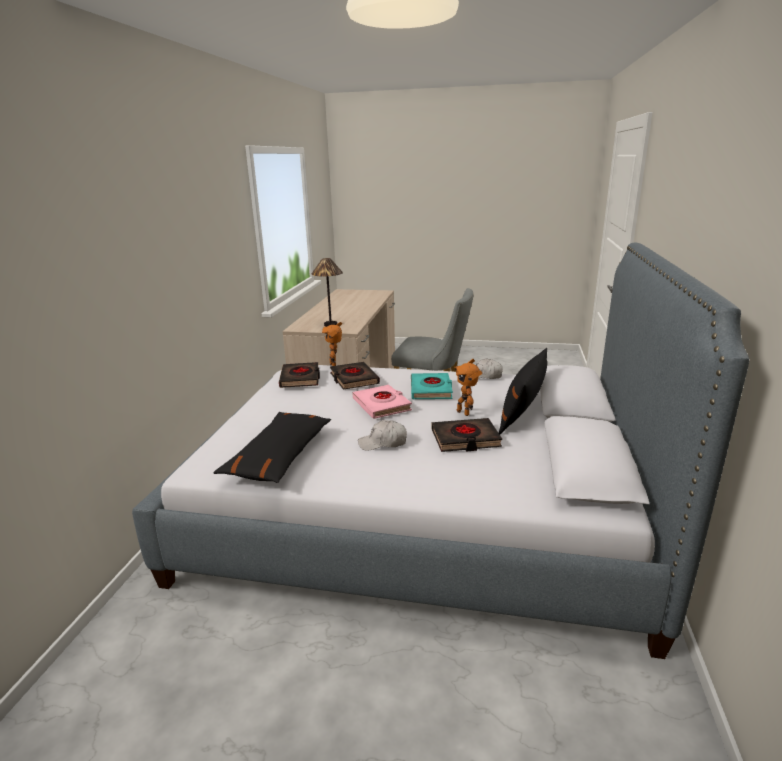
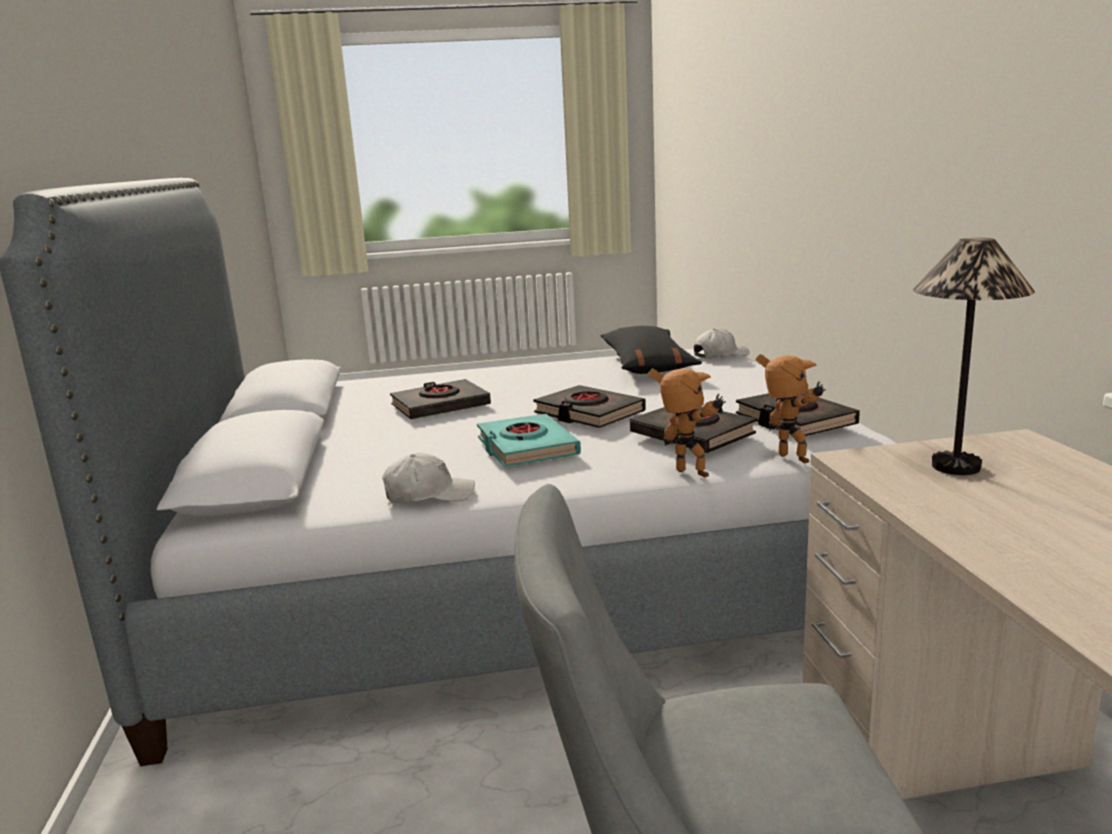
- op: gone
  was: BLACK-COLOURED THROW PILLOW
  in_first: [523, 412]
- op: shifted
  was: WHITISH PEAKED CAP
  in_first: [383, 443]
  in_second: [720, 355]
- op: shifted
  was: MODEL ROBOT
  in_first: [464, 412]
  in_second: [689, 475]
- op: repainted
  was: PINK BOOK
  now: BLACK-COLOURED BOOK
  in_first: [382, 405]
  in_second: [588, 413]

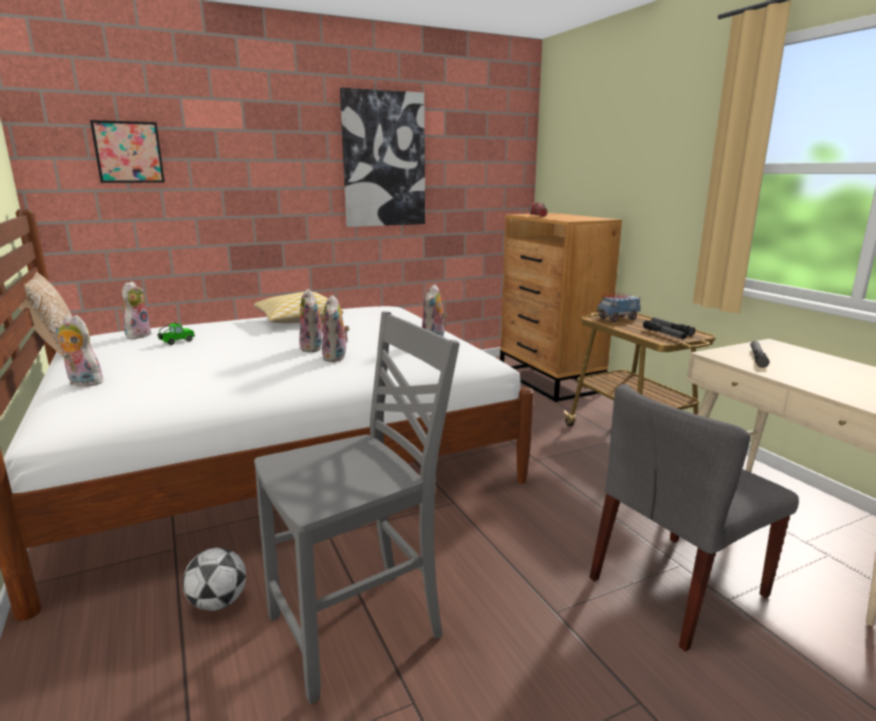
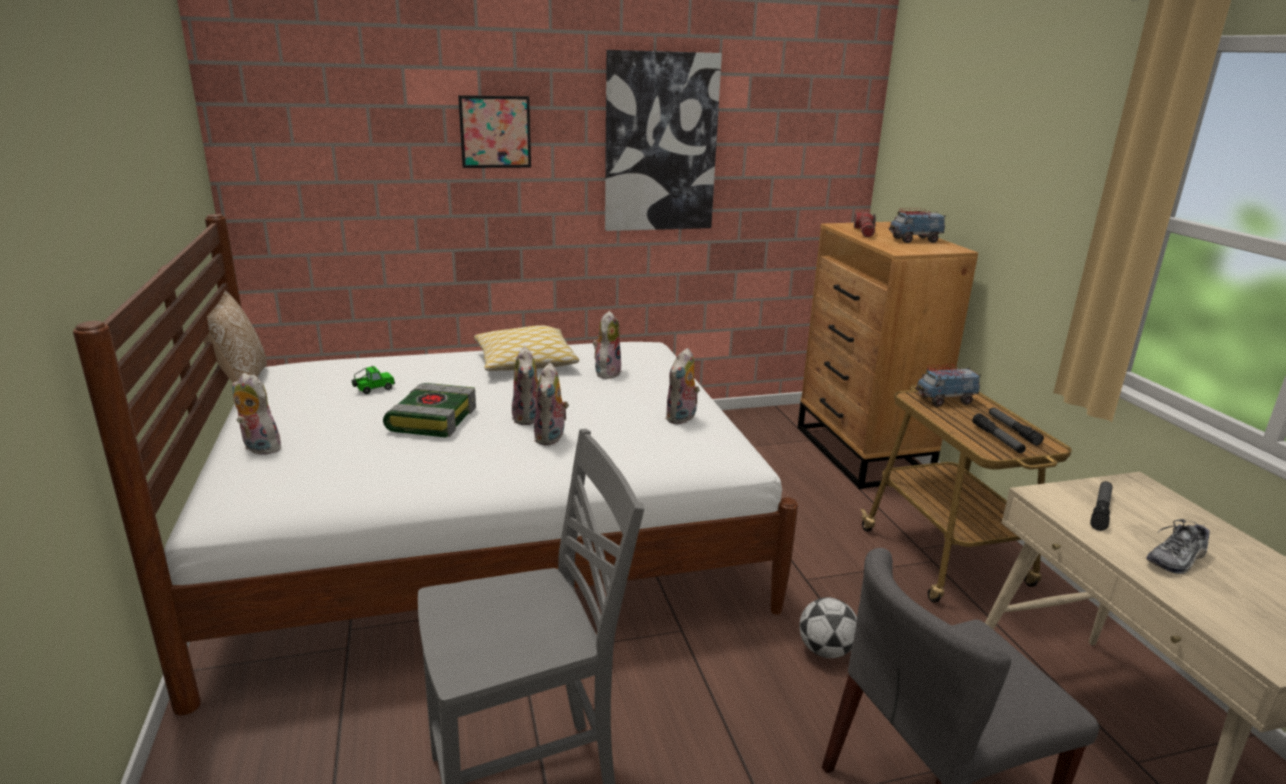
- op: new
  now: BOOK
  in_second: [432, 419]
- op: new
  now: TOY LORRY
  in_second: [914, 240]
- op: new
  now: ITEM OF FOOTWEAR
  in_second: [1176, 560]
- op: shifted
  was: WALL ART
  in_first: [128, 152]
  in_second: [495, 132]
- op: shifted
  was: PLUSH TOY
  in_first: [137, 335]
  in_second: [606, 372]
- op: shifted
  was: BALL FOR FOOTBALL
  in_first: [218, 603]
  in_second: [825, 650]

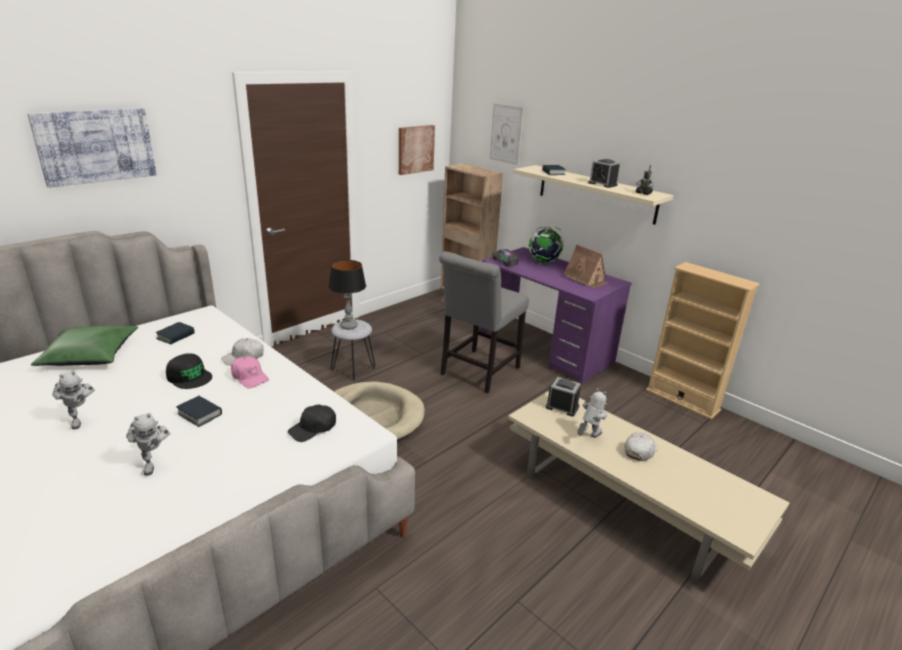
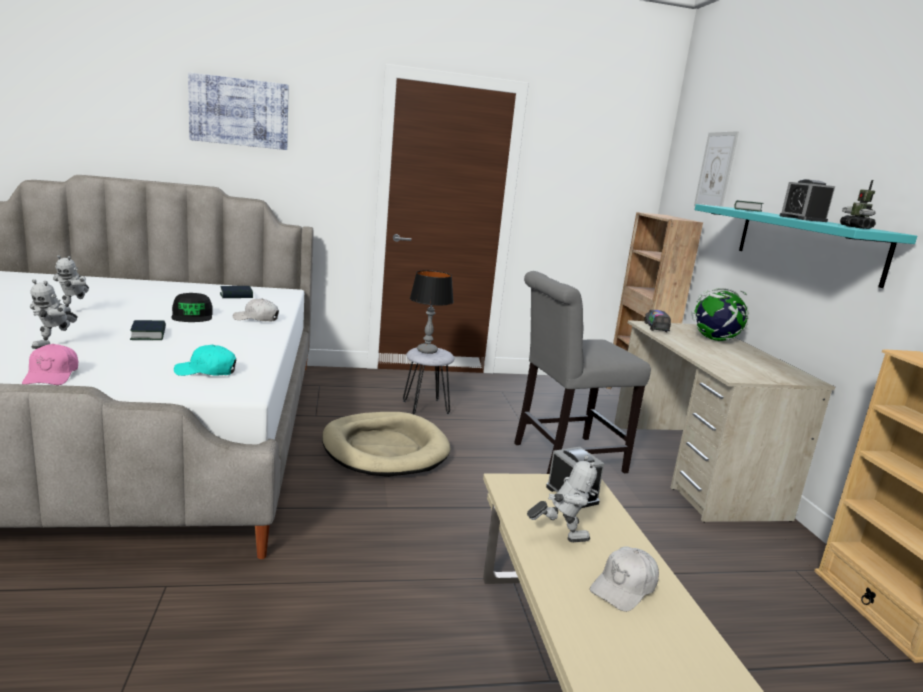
- op: gone
  was: GREENISH THROW PILLOW
  in_first: [89, 355]
- op: gone
  was: WALL ART
  in_first: [415, 149]
- op: gone
  was: MODEL HOUSE
  in_first: [586, 279]
- op: shifted
  was: PINK PEAKED CAP
  in_first: [250, 377]
  in_second: [52, 376]
- op: repainted
  was: BLACK-COLOURED PEAKED CAP
  now: BLUE-GREEN PEAKED CAP
  in_first: [313, 429]
  in_second: [206, 371]
- op: repainted
  was: PURPLE DESK UNIT
  now: BEIGE-COLOURED DESK UNIT
  in_first: [544, 349]
  in_second: [691, 469]
- op: repainted
  was: BEIGE-COLOURED SHELF
  now: BLUE-GREEN SHELF
  in_first: [596, 194]
  in_second: [806, 243]
- op: rotated
  was: WHITISH PEAKED CAP
  in_first: [640, 450]
  in_second: [624, 587]
  clockwise: 150

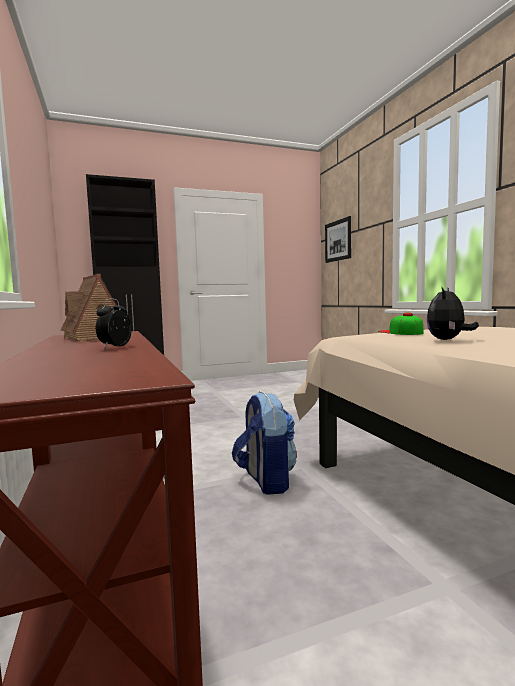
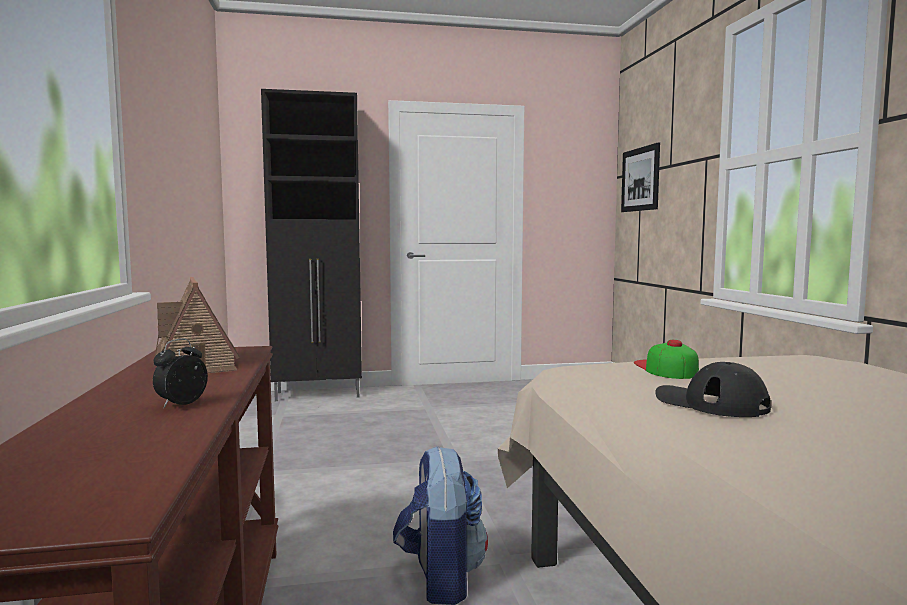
- op: swapped
  was: PLUSH TOY
  now: BLACK-COLOURED PEAKED CAP
  in_first: [447, 340]
  in_second: [710, 403]

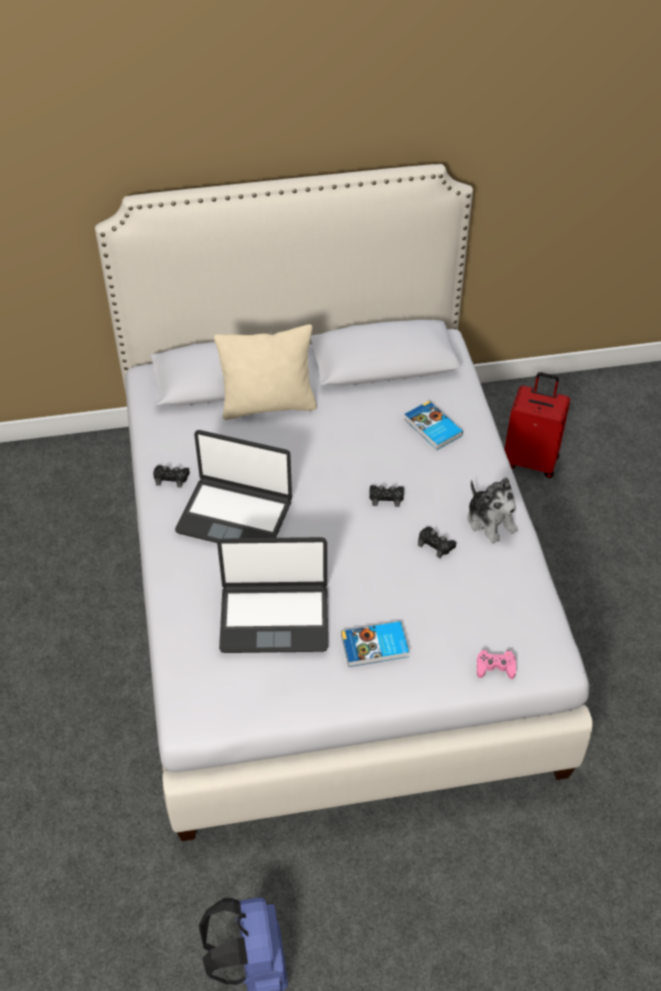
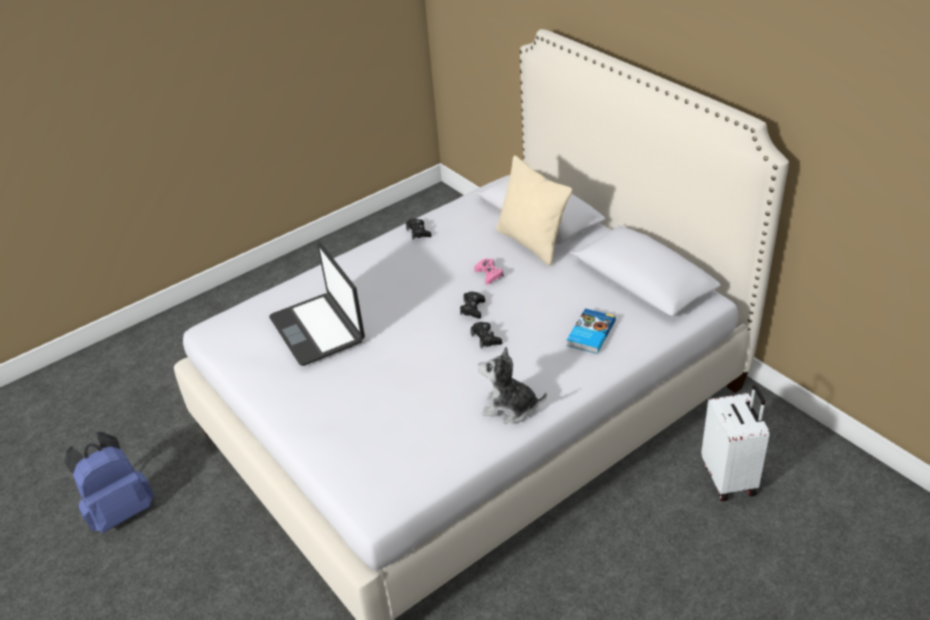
- op: gone
  was: NOTEBOOK COMPUTER
  in_first: [235, 516]
- op: gone
  was: BOOK
  in_first: [375, 647]
- op: shifted
  was: BLACK-COLOURED JOYPAD
  in_first: [436, 545]
  in_second: [472, 308]
- op: shifted
  was: PINK JOYPAD
  in_first: [495, 667]
  in_second: [489, 274]
- op: repainted
  was: RED-COLOURED TRAVEL CASE
  now: WHITISH TRAVEL CASE
  in_first: [531, 460]
  in_second: [730, 478]
- op: rotated
  was: PLUSH TOY
  in_first: [490, 521]
  in_second: [510, 408]
  clockwise: 75

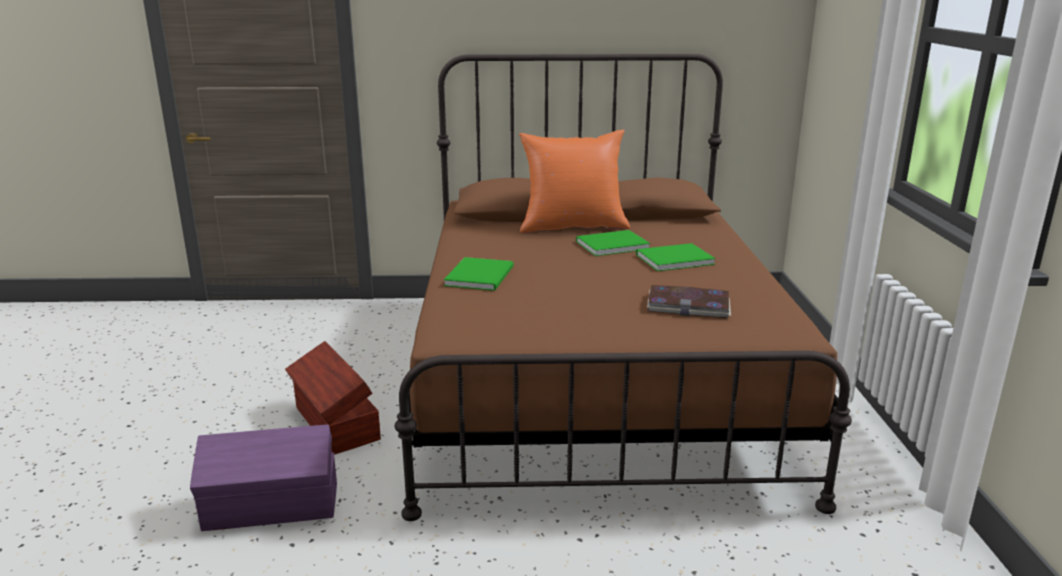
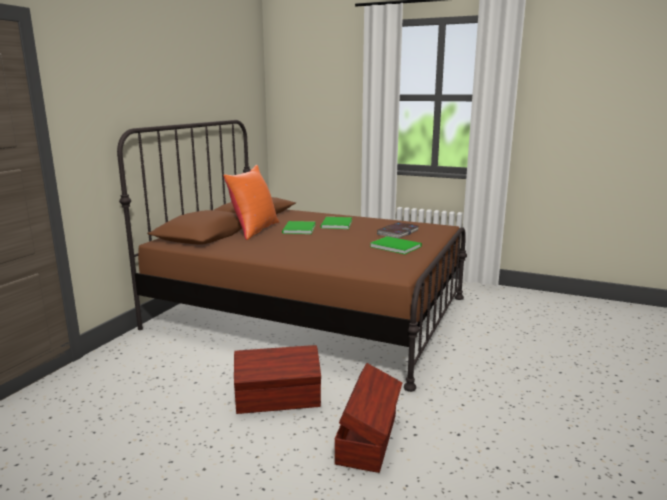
- op: shifted
  was: GREENISH BOOK
  in_first: [482, 275]
  in_second: [395, 246]
- op: repainted
  was: PURPLE STORAGE BIN
  now: BROWN STORAGE BIN
  in_first: [273, 507]
  in_second: [369, 438]

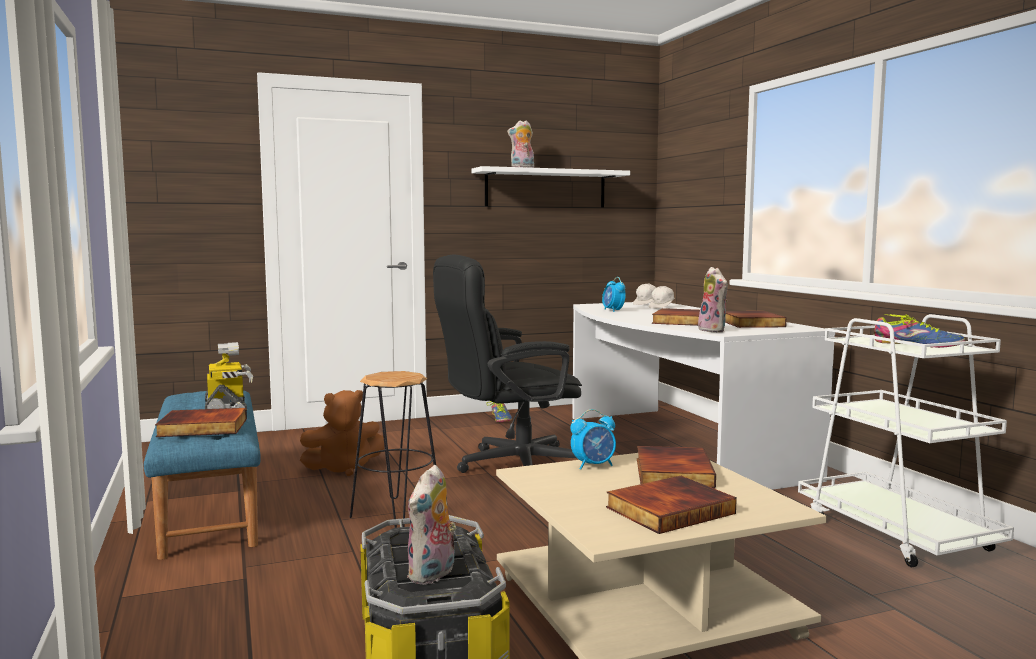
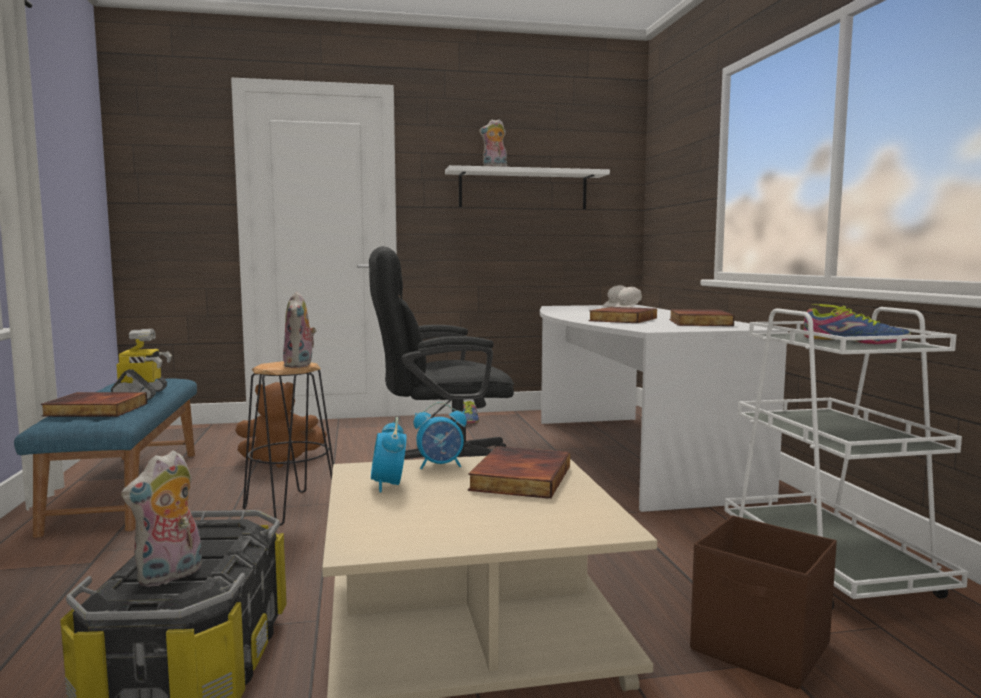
- op: gone
  was: BOOK
  in_first: [669, 509]
- op: new
  now: BROWN STORAGE BIN
  in_second: [761, 648]
- op: shifted
  was: ALARM CLOCK
  in_first: [613, 310]
  in_second: [389, 485]
- op: shifted
  was: PLUSH TOY
  in_first: [714, 330]
  in_second: [300, 365]

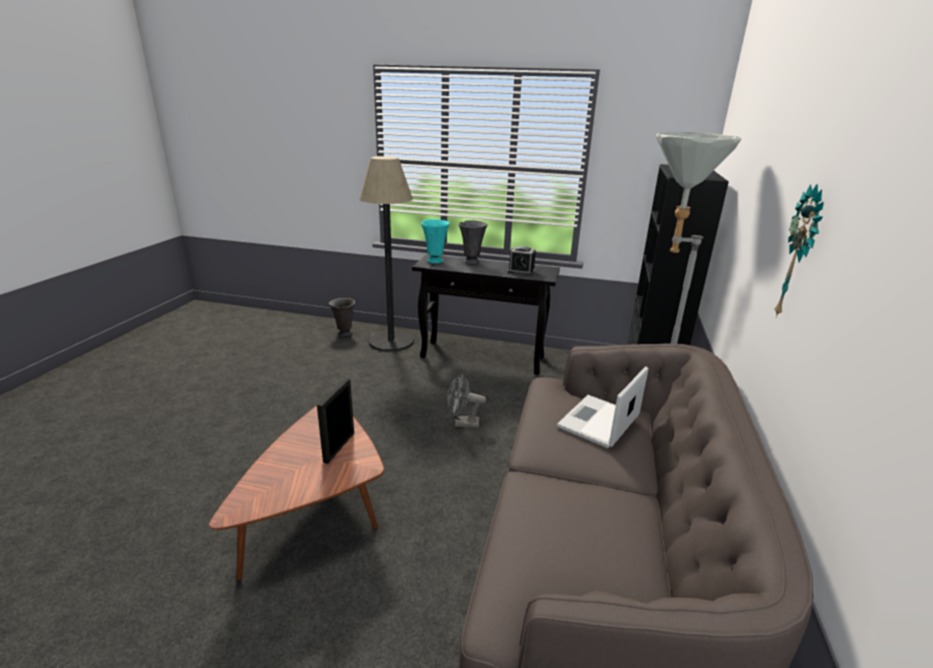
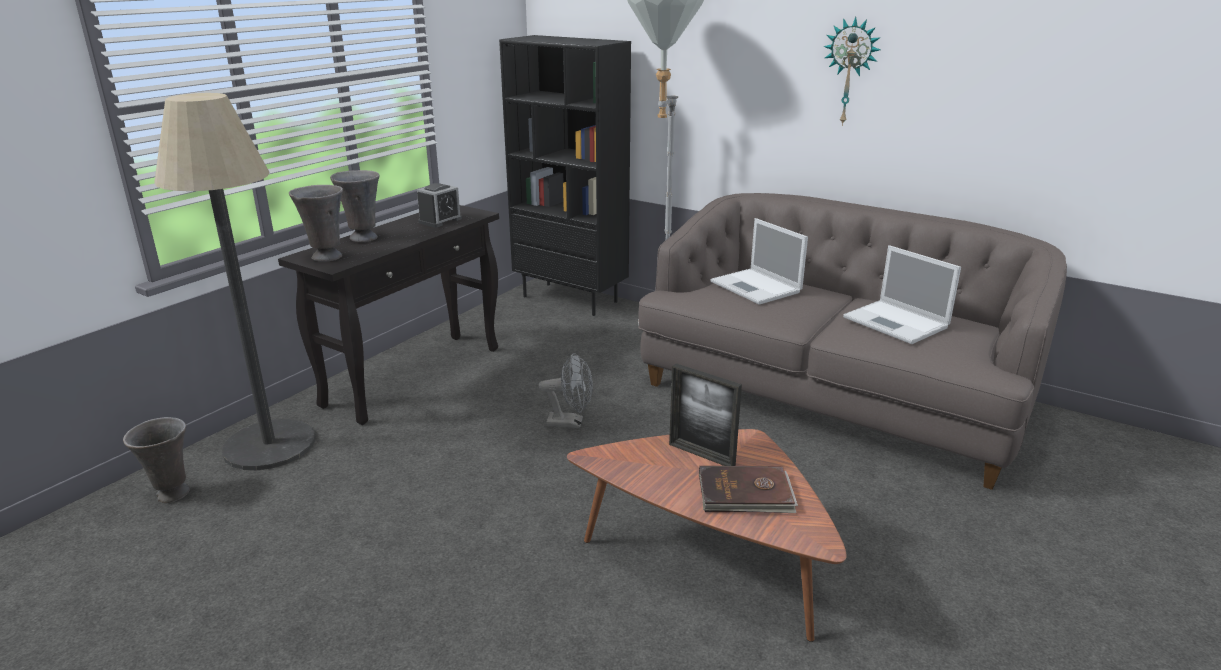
- op: new
  now: BROWN BOOK
  in_second: [746, 494]
- op: new
  now: NOTEBOOK COMPUTER
  in_second: [897, 323]
- op: repainted
  was: BLUE-GREEN DECORATIVE VASE
  now: GREY DECORATIVE VASE
  in_first: [435, 261]
  in_second: [326, 257]
- op: rotated
  was: GREY COOLING FAN
  in_first: [462, 423]
  in_second: [571, 422]
  clockwise: -105

